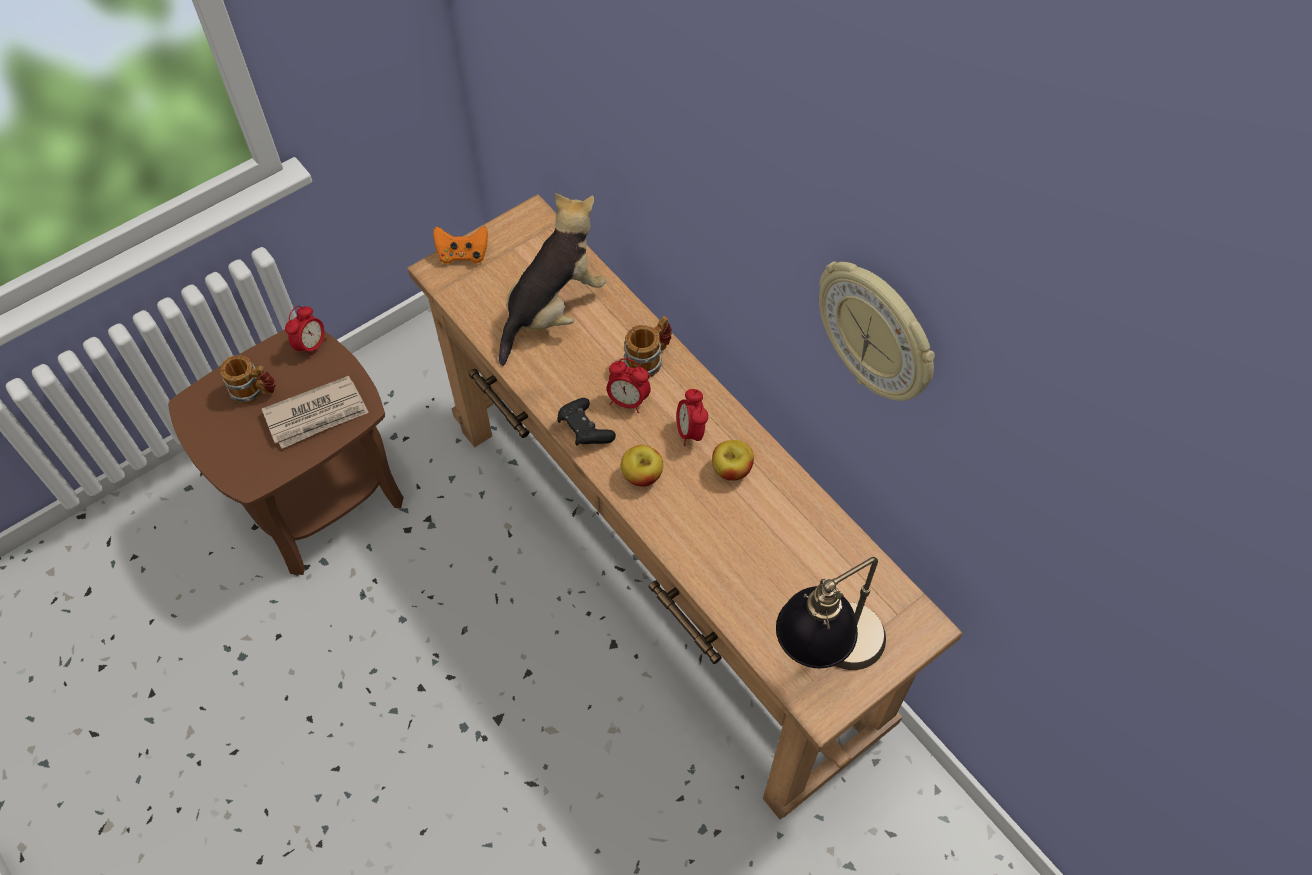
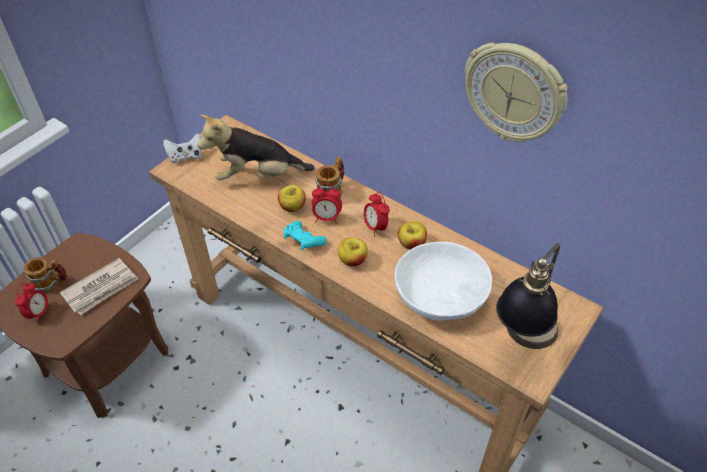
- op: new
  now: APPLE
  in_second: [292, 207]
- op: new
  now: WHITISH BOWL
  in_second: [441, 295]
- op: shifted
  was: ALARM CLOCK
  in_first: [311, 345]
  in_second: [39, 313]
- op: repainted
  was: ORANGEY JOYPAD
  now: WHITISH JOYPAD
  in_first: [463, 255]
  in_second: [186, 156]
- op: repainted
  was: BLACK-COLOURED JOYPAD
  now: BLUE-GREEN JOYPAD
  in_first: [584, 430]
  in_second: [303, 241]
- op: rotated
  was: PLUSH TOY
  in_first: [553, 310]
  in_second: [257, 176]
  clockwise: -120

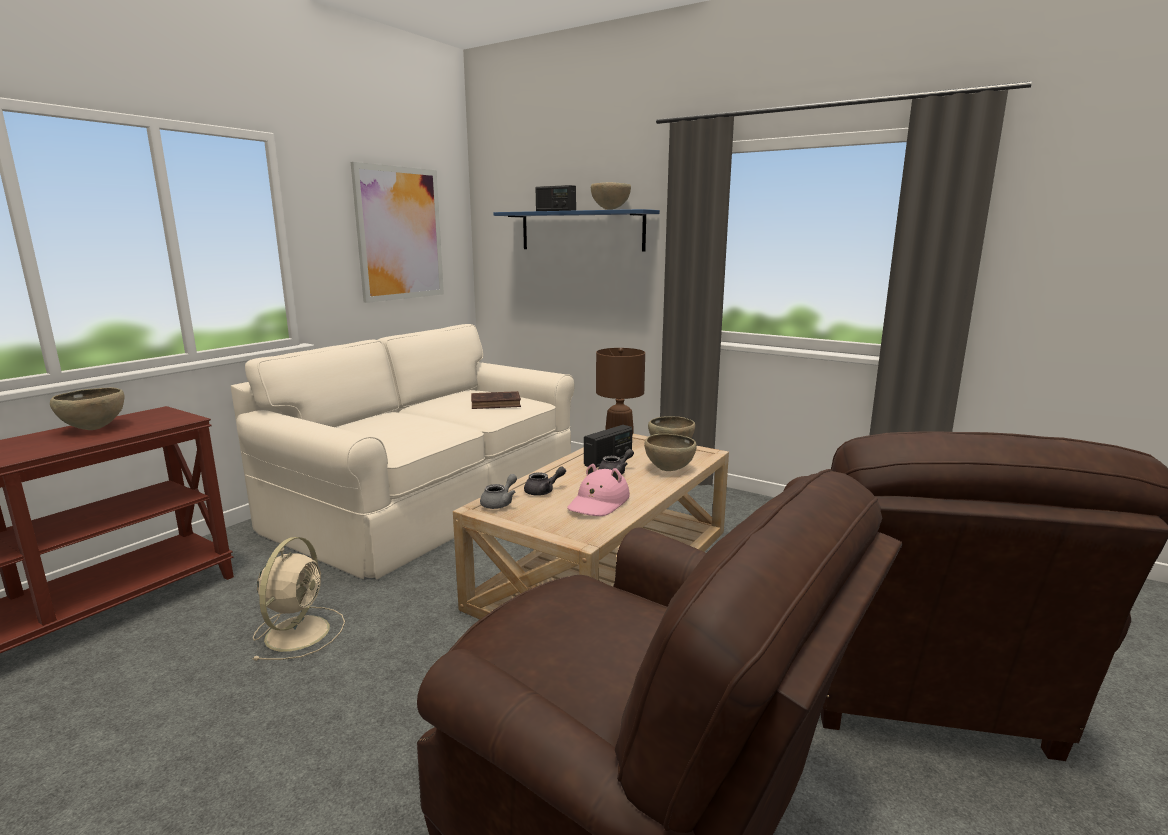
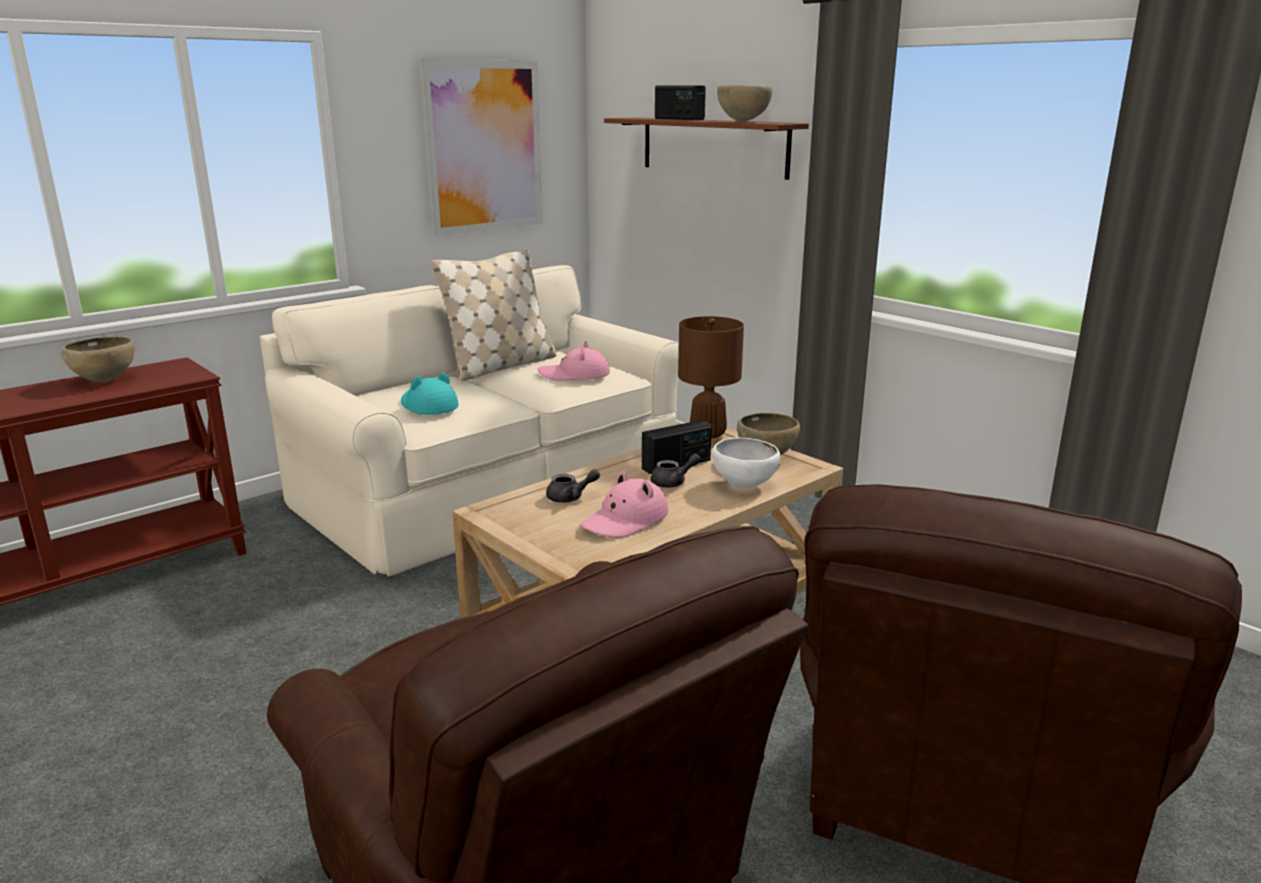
- op: gone
  was: BEIGE-COLOURED COOLING FAN
  in_first: [299, 631]
- op: gone
  was: GREY TEA POT
  in_first: [500, 503]
- op: new
  now: BLUE-GREEN WEARABLE HAT
  in_second: [428, 405]
- op: new
  now: BEIGE-COLOURED THROW PILLOW
  in_second: [501, 366]
- op: swapped
  was: BROWN BOOK
  now: PINK WEARABLE HAT
  in_first: [497, 403]
  in_second: [575, 375]
- op: repainted
  was: BLUE SHELF
  now: BROWN SHELF
  in_first: [581, 231]
  in_second: [713, 146]
- op: repainted
  was: BROWN BOWL
  now: WHITISH BOWL
  in_first: [669, 470]
  in_second: [744, 486]

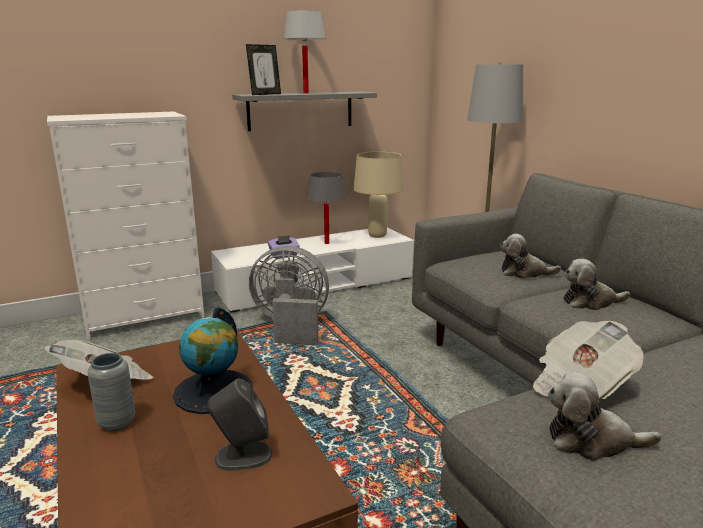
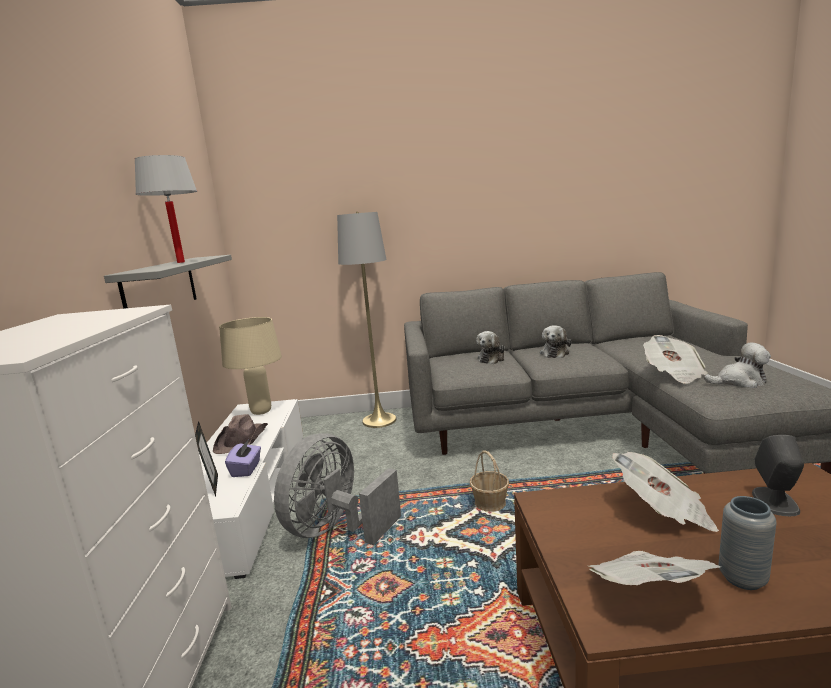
- op: new
  now: HOUSEHOLD BASKET
  in_second: [490, 503]
- op: shifted
  was: PICTURE FRAME
  in_first: [265, 94]
  in_second: [212, 486]
- op: swapped
  was: GLOBE
  now: PRINTED PAPER
  in_first: [213, 391]
  in_second: [663, 512]
- op: swapped
  was: GREY TABLETOP LAMP
  now: BROWN WEARABLE HAT
  in_first: [327, 243]
  in_second: [242, 439]
- op: rotated
  was: PLUSH TOY
  in_first: [591, 441]
  in_second: [739, 382]
  clockwise: -120

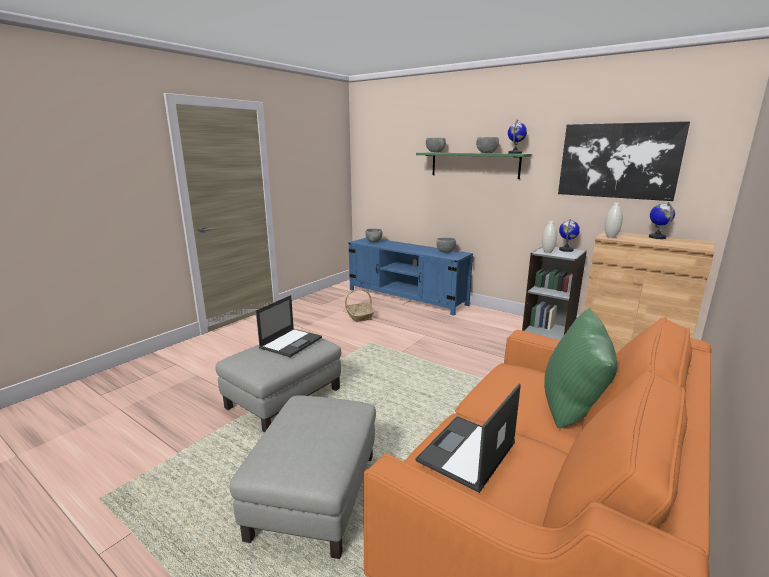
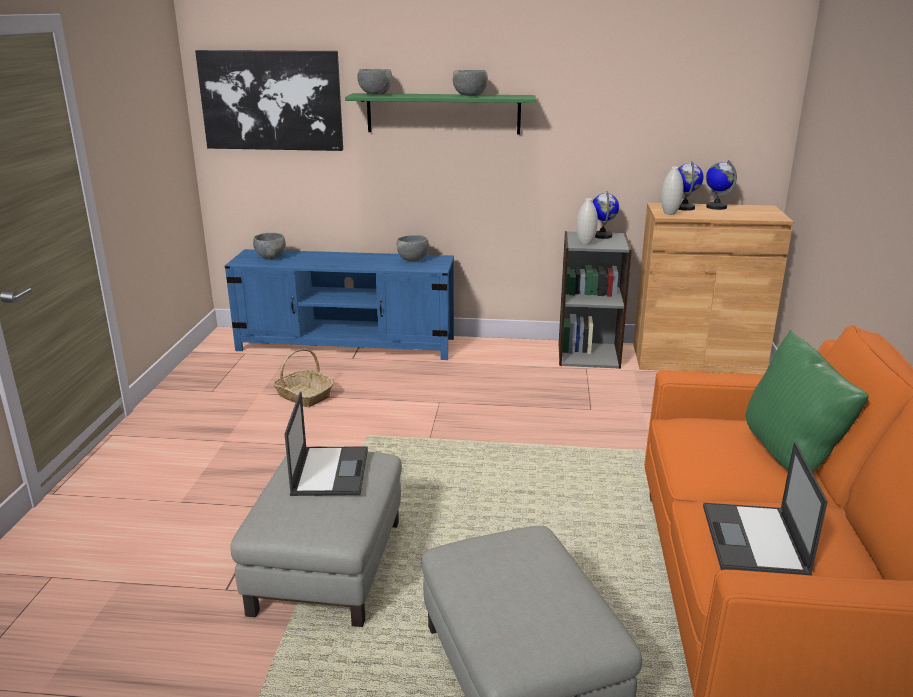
- op: shifted
  was: GLOBE
  in_first: [515, 153]
  in_second: [684, 208]
- op: shifted
  was: WALL ART
  in_first: [618, 161]
  in_second: [271, 100]

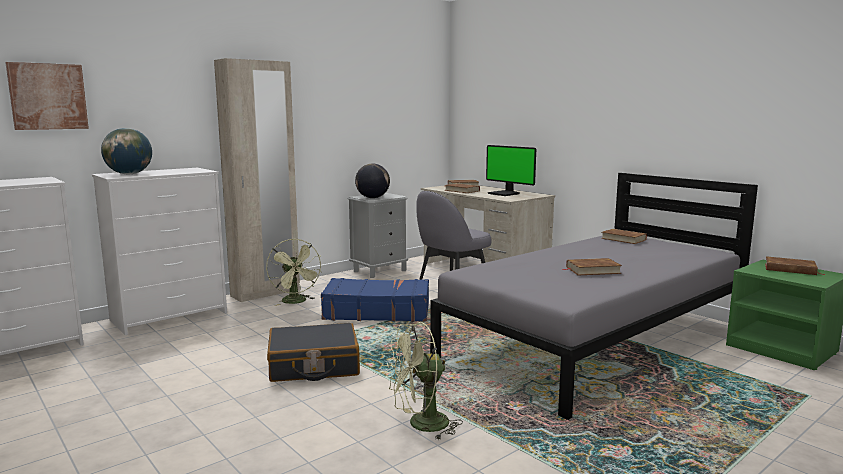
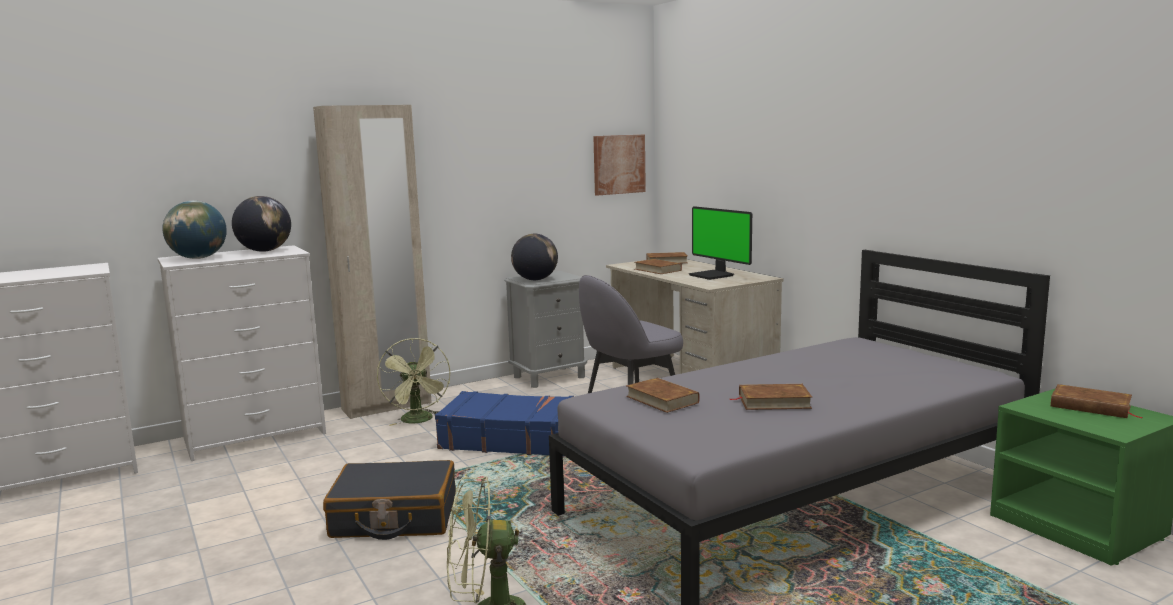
- op: new
  now: GLOBE
  in_second: [264, 251]
- op: shifted
  was: WALL ART
  in_first: [48, 96]
  in_second: [618, 164]
- op: shifted
  was: BROWN BOOK
  in_first: [623, 239]
  in_second: [662, 399]

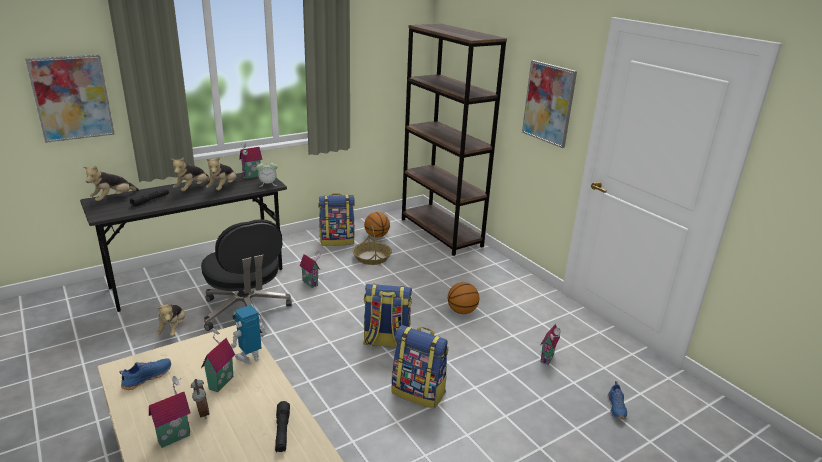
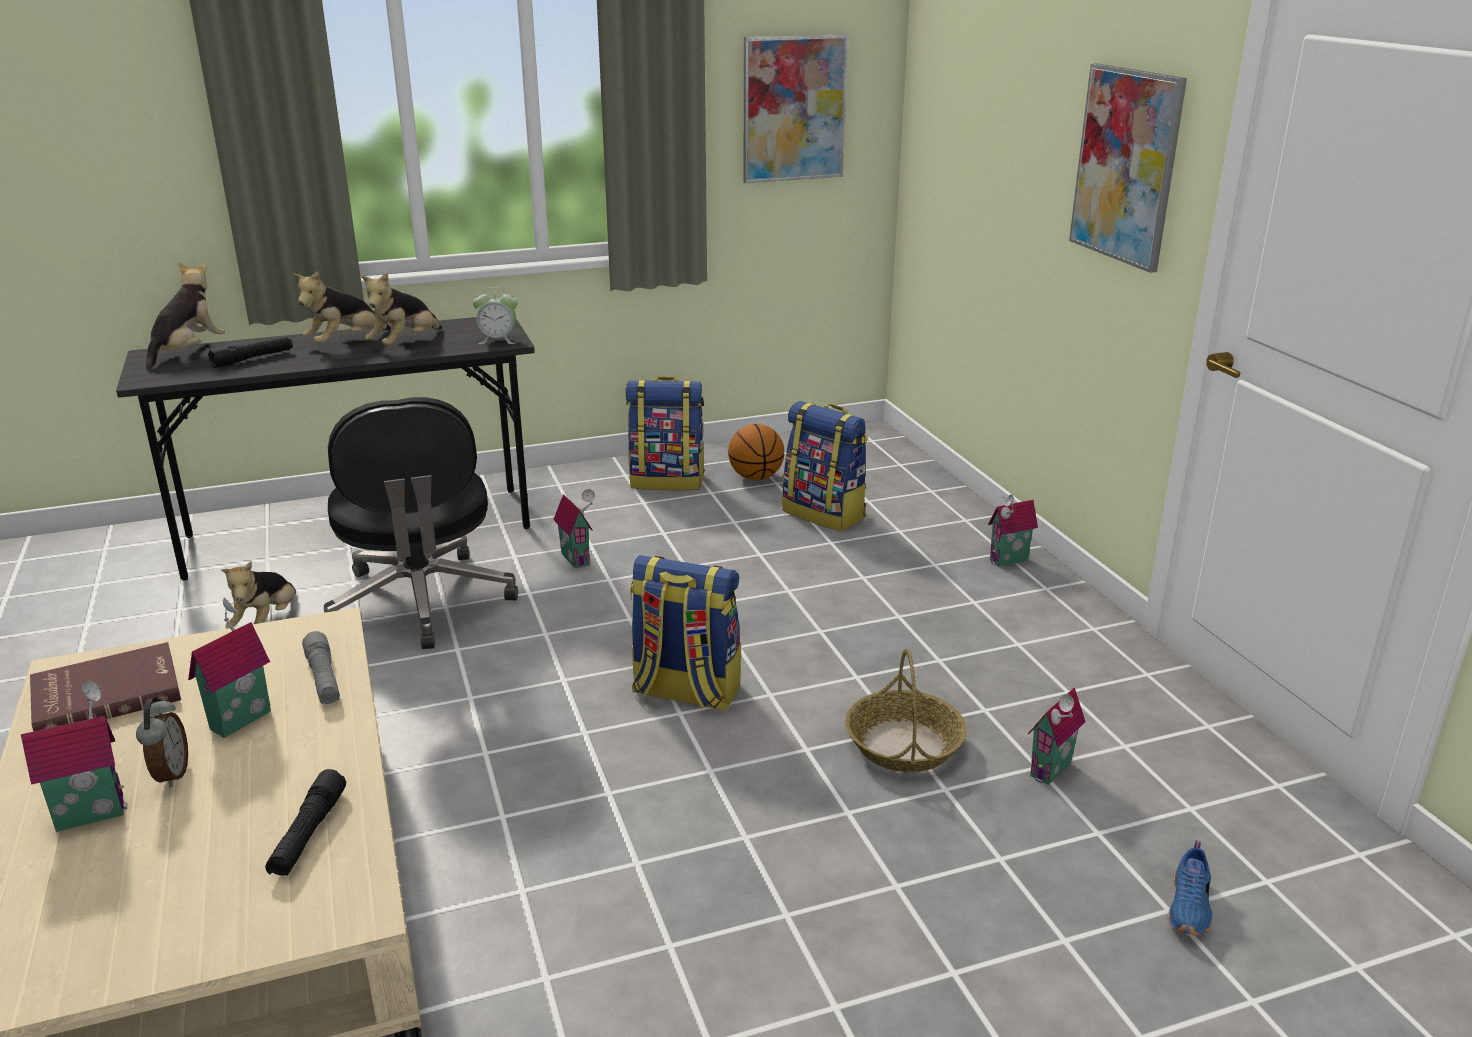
- op: gone
  was: BROWN BOOKCASE
  in_first: [441, 232]
- op: gone
  was: BALL FOR BASKETBALL
  in_first: [462, 311]
- op: shifted
  was: WALL ART
  in_first: [72, 98]
  in_second: [794, 108]
- op: shifted
  was: MODEL HOUSE
  in_first: [252, 176]
  in_second: [1010, 561]
- op: shifted
  was: HOUSEHOLD BASKET
  in_first: [372, 258]
  in_second: [904, 745]
- op: shifted
  was: RUCKSACK
  in_first: [419, 392]
  in_second: [825, 514]
- op: swapped
  was: BLUE ITEM OF FOOTWEAR
  now: RED-COLOURED BOOK
  in_first: [146, 377]
  in_second: [106, 692]
- op: swapped
  was: MODEL ROBOT
  now: GREY TORCH
  in_first: [250, 358]
  in_second: [323, 678]
- op: rotated
  was: PLUSH TOY
  in_first: [113, 199]
  in_second: [188, 352]
  clockwise: 150

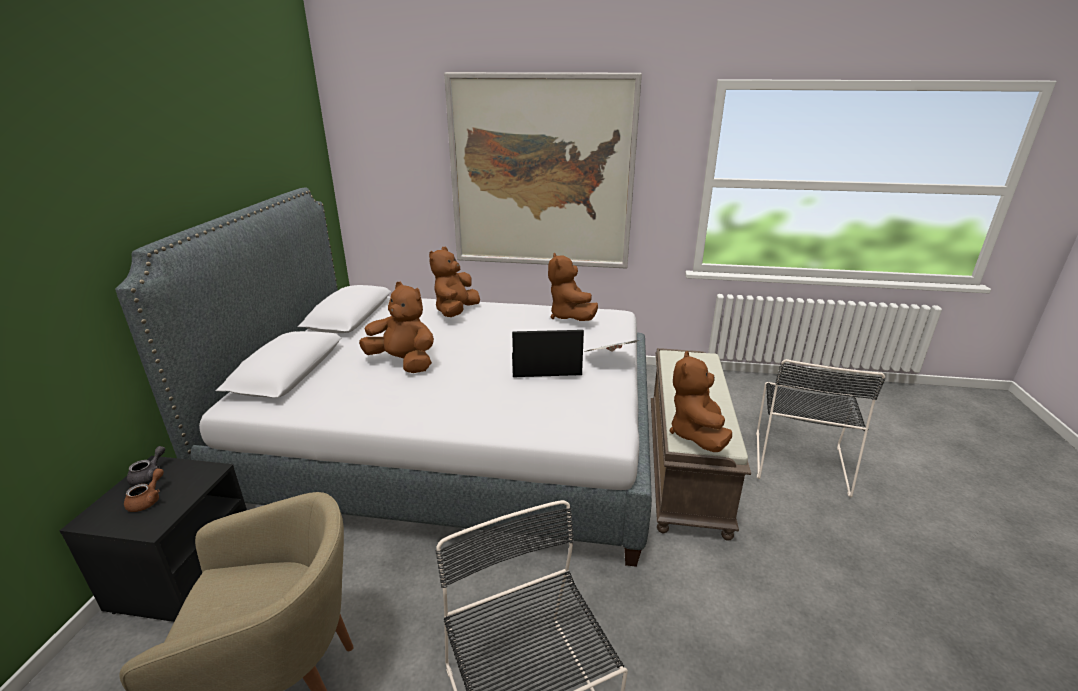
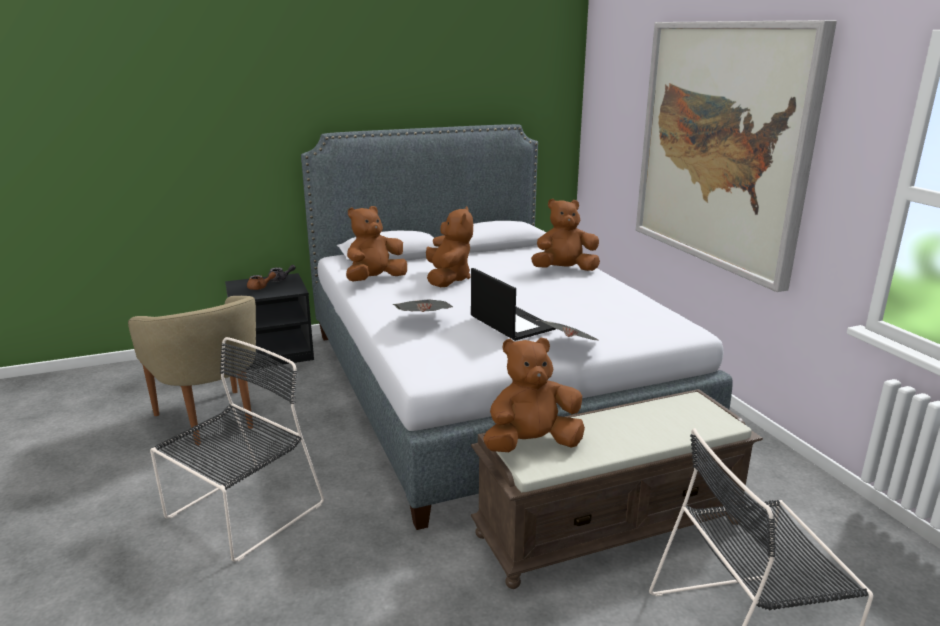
- op: new
  now: PRINTED PAPER
  in_second: [423, 321]
- op: shifted
  was: BROWN PLUSH TOY
  in_first: [570, 317]
  in_second: [375, 280]

